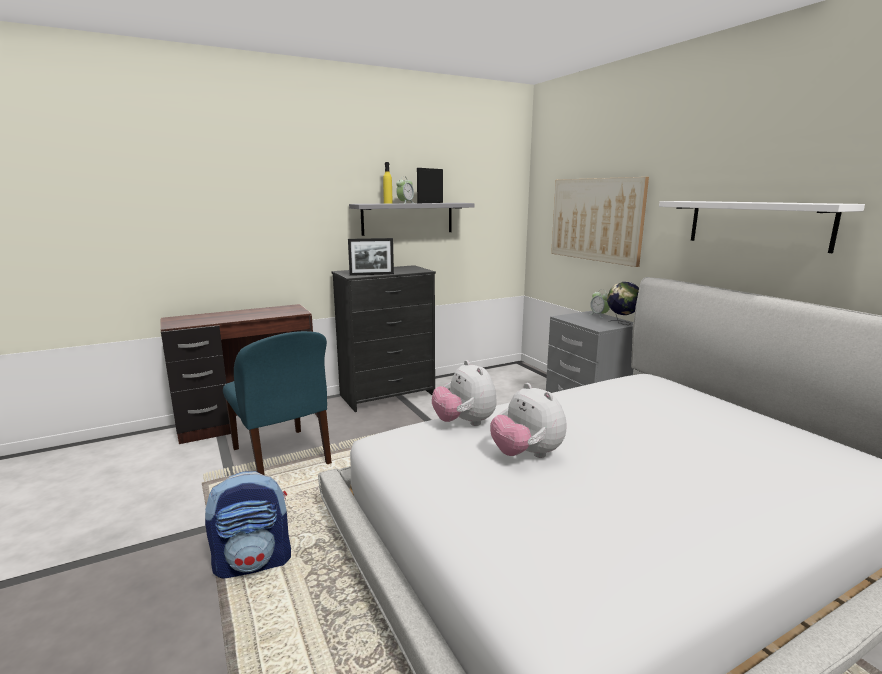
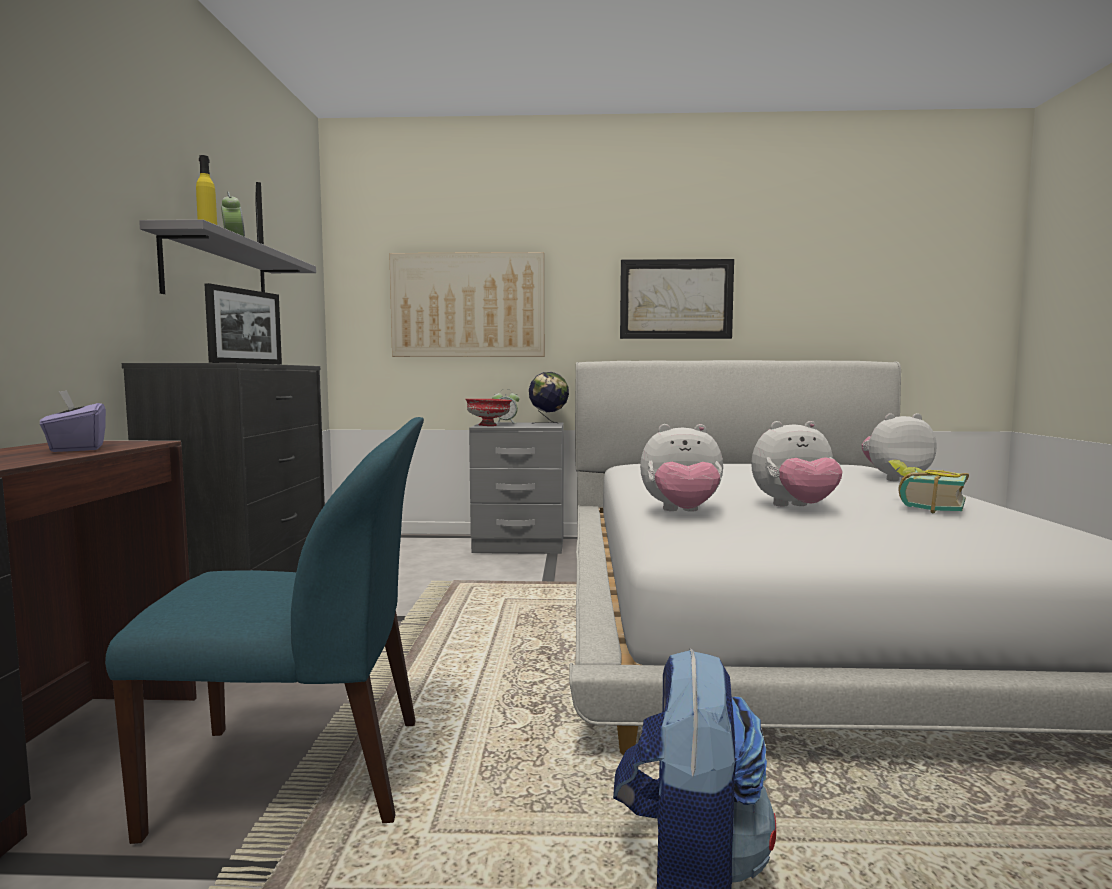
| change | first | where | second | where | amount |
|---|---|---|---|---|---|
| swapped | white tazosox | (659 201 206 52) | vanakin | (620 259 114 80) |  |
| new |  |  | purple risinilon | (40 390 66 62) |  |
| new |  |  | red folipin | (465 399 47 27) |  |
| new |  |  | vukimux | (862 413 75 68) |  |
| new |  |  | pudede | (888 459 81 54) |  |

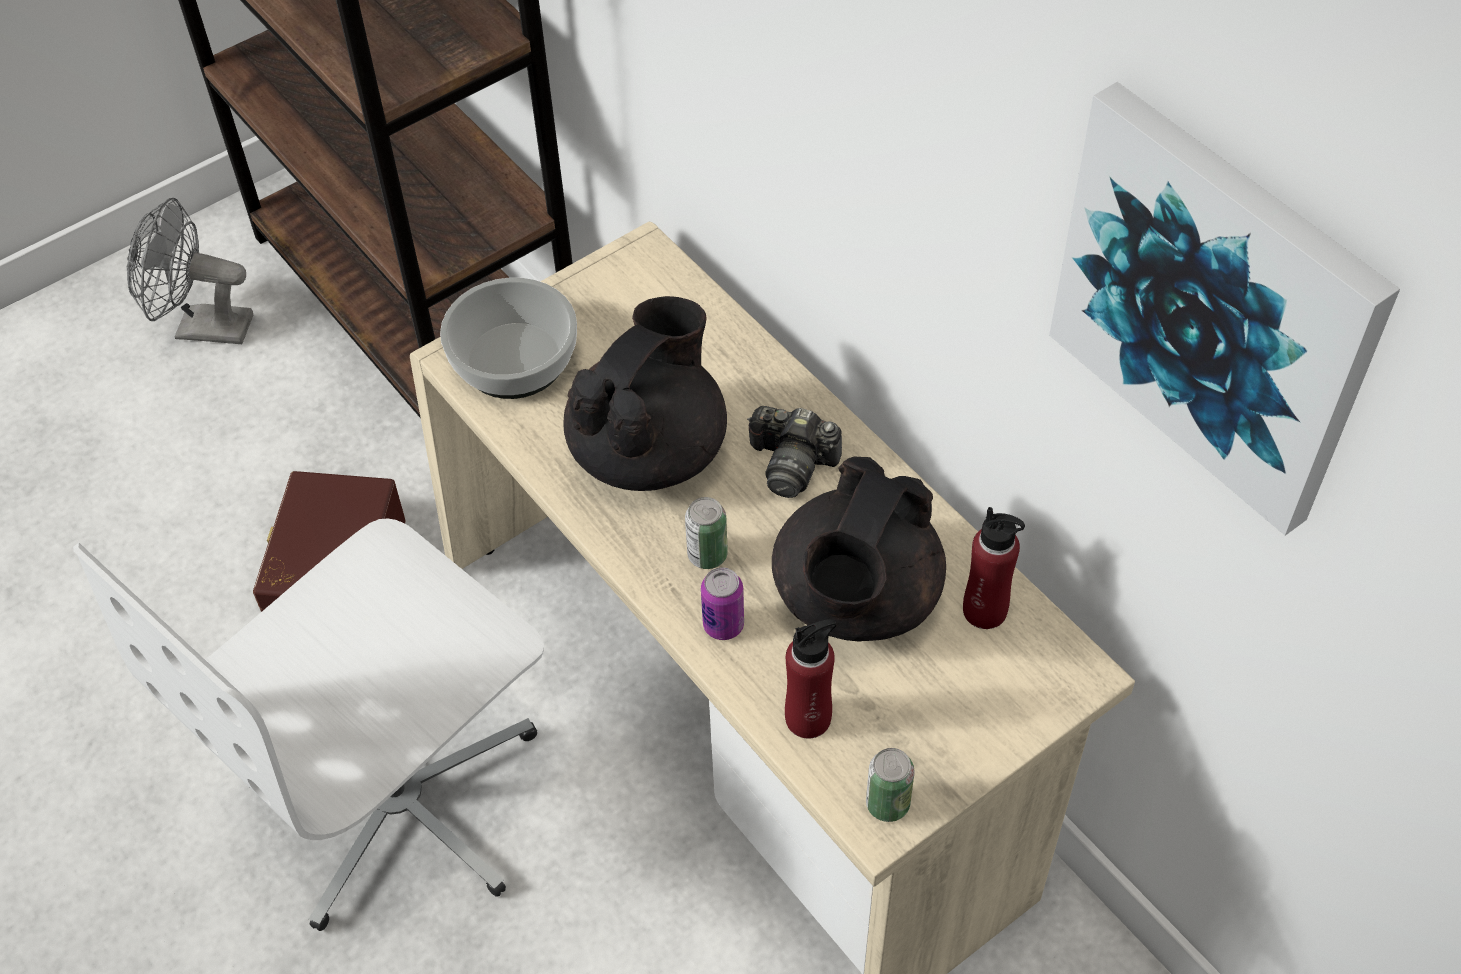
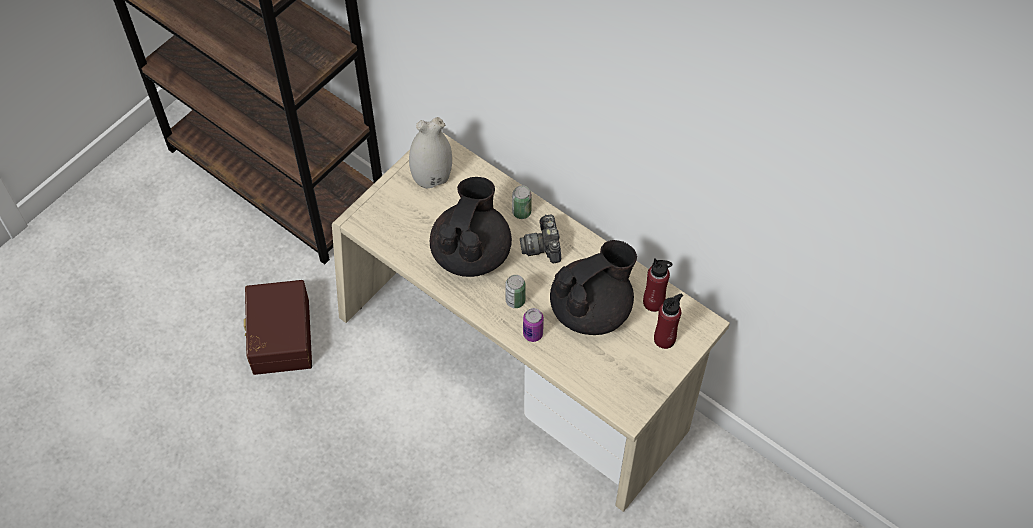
| change | first | where | second | where | amount |
|---|---|---|---|---|---|
| gone | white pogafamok | (73 518 471 413) |  |  |  |
| gone | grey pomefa | (127 198 126 146) |  |  |  |
| gone | folipin | (440 278 137 121) |  |  |  |
| rotated | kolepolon | (747 406 95 92) |  | (520 214 41 49) | 75 degrees clockwise |
| rotated | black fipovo | (772 457 174 184) |  | (550 240 87 95) | 135 degrees counterclockwise |
| shifted | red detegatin | (785 619 52 119) |  | (654 294 29 55) |  |
| shifted | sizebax | (866 748 49 74) |  | (512 185 20 34) |  |
| gone | vanakin | (1049 82 351 454) |  |  |  |
| new |  |  | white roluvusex | (409 117 43 72) |  |

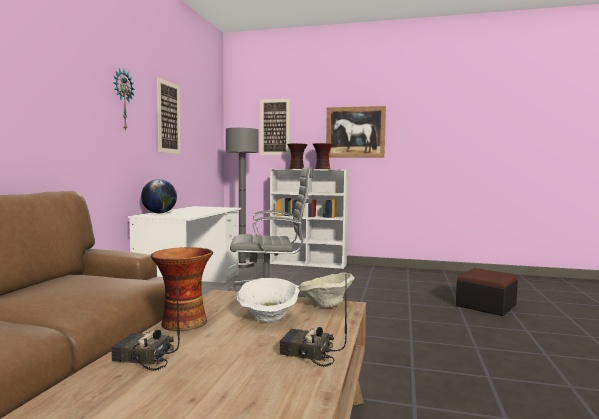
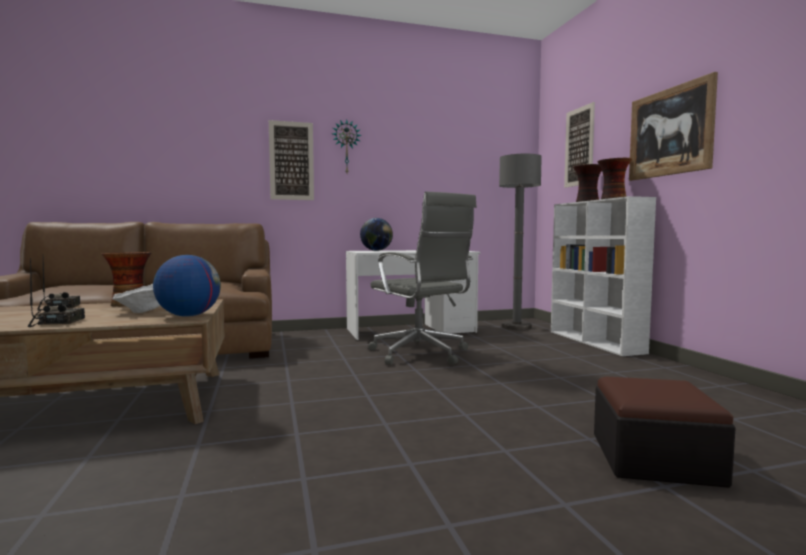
| change | first | where | second | where | amount |
|---|---|---|---|---|---|
| shifted | vanakin | (157 78 24 76) |  | (269 120 45 80) |  |
| swapped | beige folipin | (299 272 56 36) | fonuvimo | (153 255 68 62) |  |

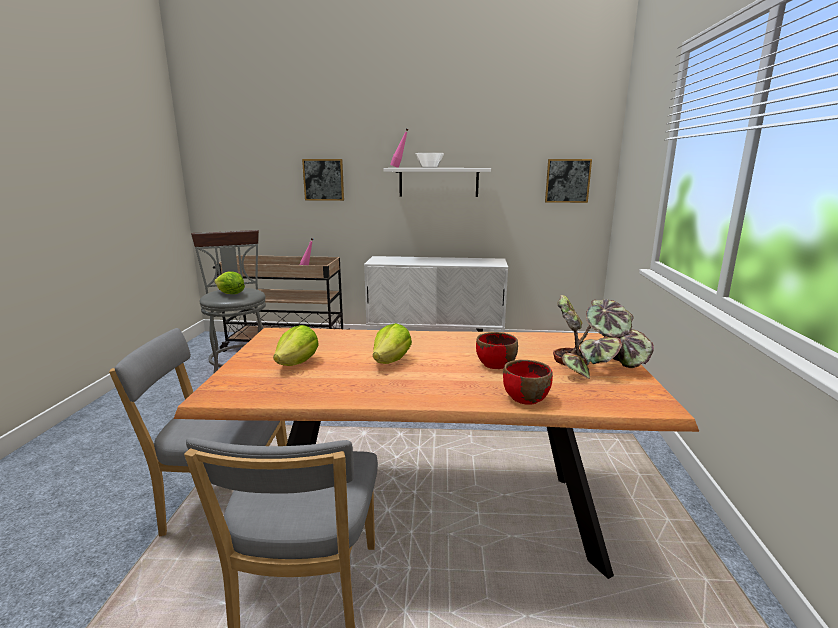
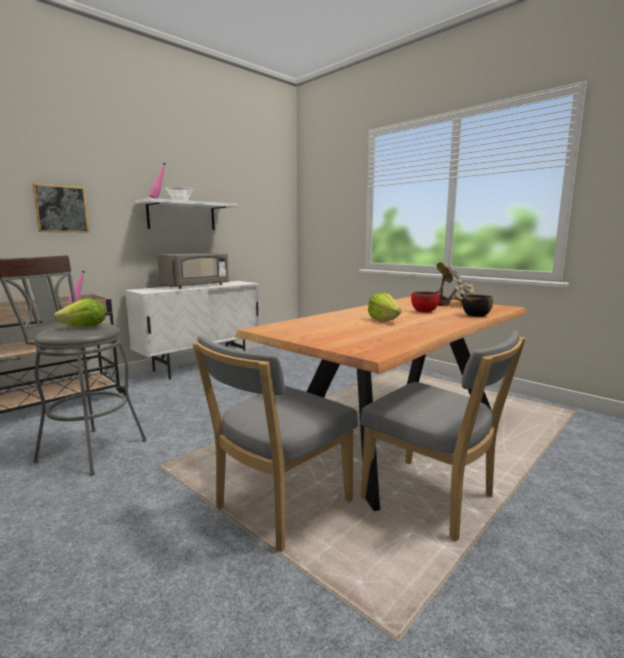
| change | first | where | second | where | amount |
|---|---|---|---|---|---|
| gone | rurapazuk | (273 325 46 41) |  |  |  |
| repainted | red folipin | (503 360 50 45) | black folipin | (462 294 31 23) |  |
| gone | vanakin | (545 159 47 44) |  |  |  |
| new |  |  | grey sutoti | (157 253 72 36) |  |

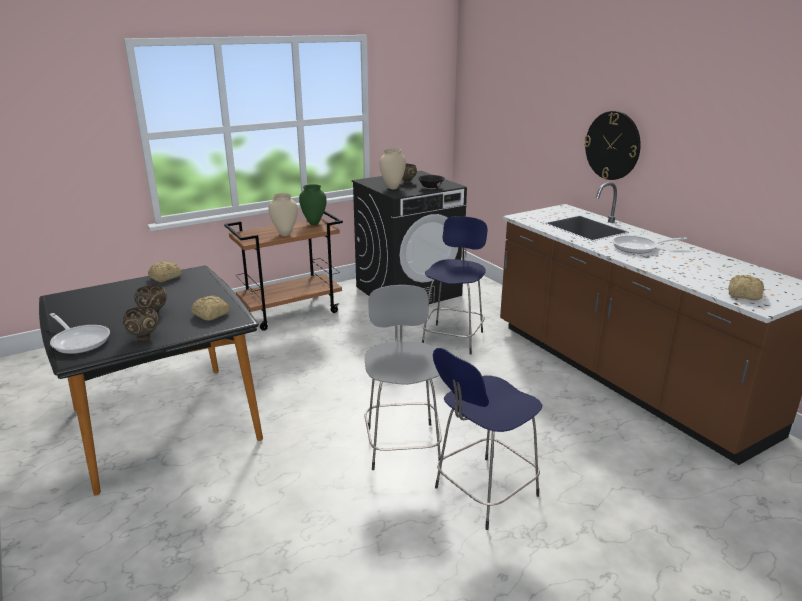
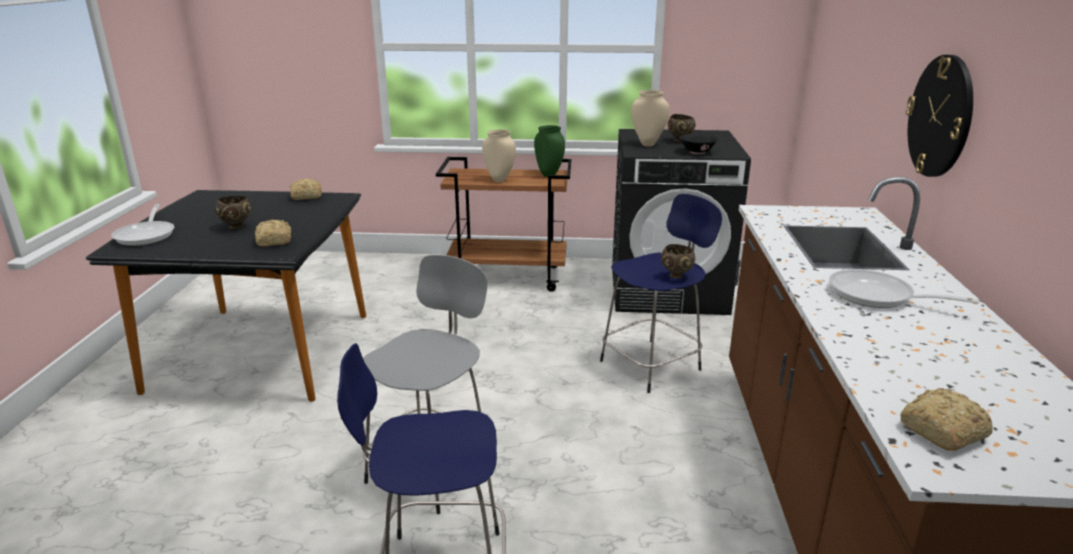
| change | first | where | second | where | amount |
|---|---|---|---|---|---|
| shifted | brown folipin | (123 307 36 34) |  | (661 244 34 35) |  |

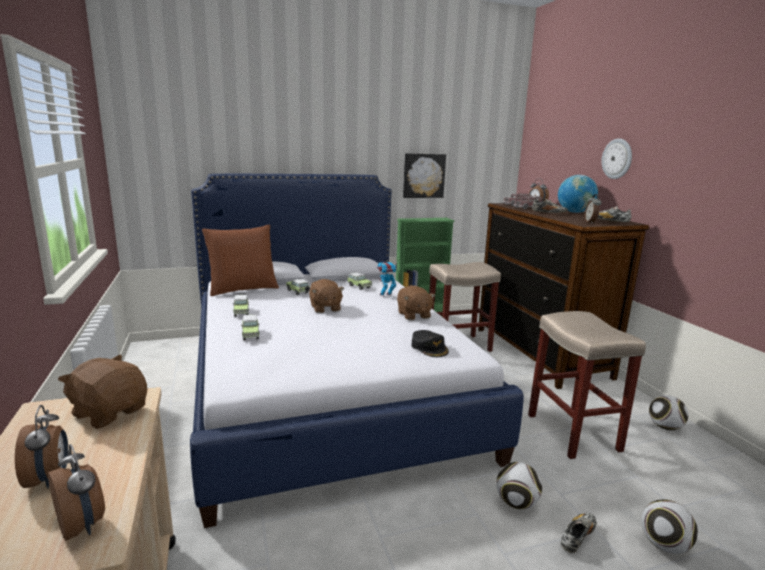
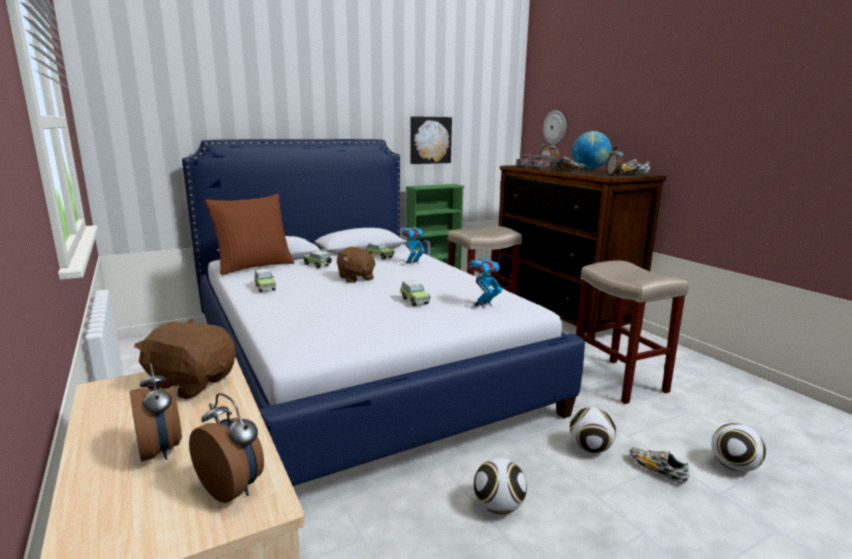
| change | first | where | second | where | amount |
|---|---|---|---|---|---|
| shifted | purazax | (241 315 19 25) |  | (400 280 30 26) |  |
| gone | brown vukimux | (397 285 38 35) |  |  |  |
| swapped | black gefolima | (412 330 37 27) | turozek | (469 255 33 53) |  |
| rotated | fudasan | (560 513 36 40) |  | (630 448 59 35) | 75 degrees counterclockwise |
| shifted | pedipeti | (601 138 31 41) |  | (543 110 23 35) |  |
| shifted | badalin | (649 395 39 35) |  | (474 458 53 56) |  |

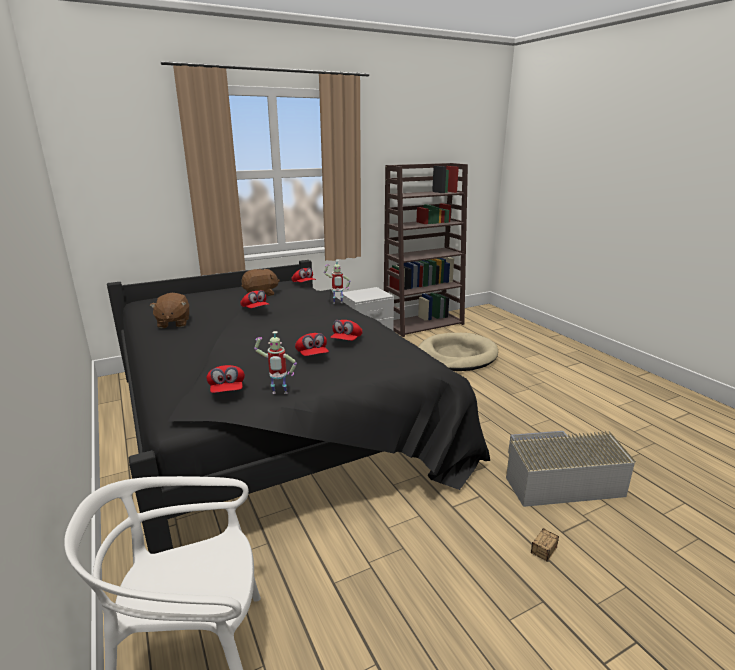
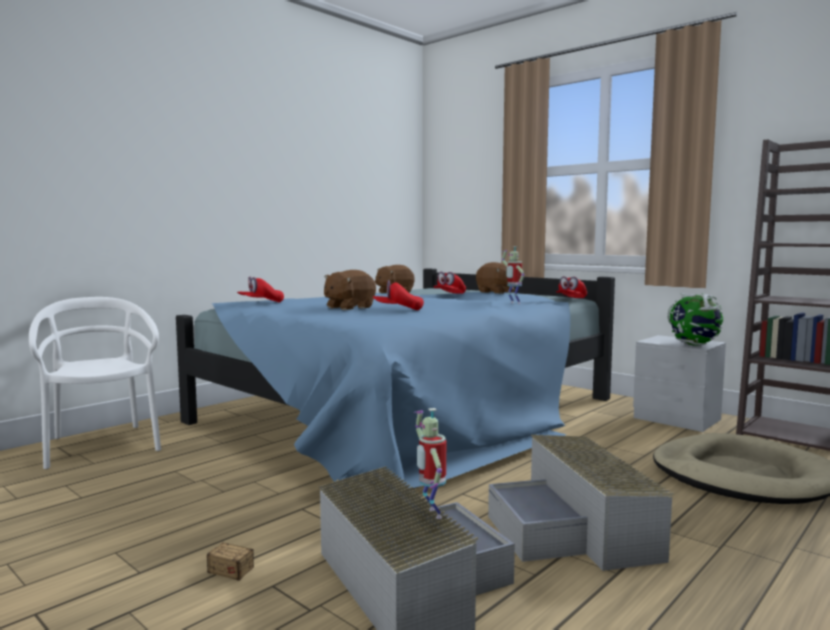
| change | first | where | second | where | amount |
|---|---|---|---|---|---|
| repainted | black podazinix | (107 260 383 294) | blue podazinix | (176 268 439 220) |  |
| shifted | turozek | (254 331 43 63) |  | (413 408 33 111) |  |
| swapped | red gefolima | (295 333 34 23) | brown vukimux | (324 270 52 40) |  |
| new |  |  | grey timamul | (488 435 186 136) |  |
| new |  |  | fonuvimo | (668 293 55 53) |  |

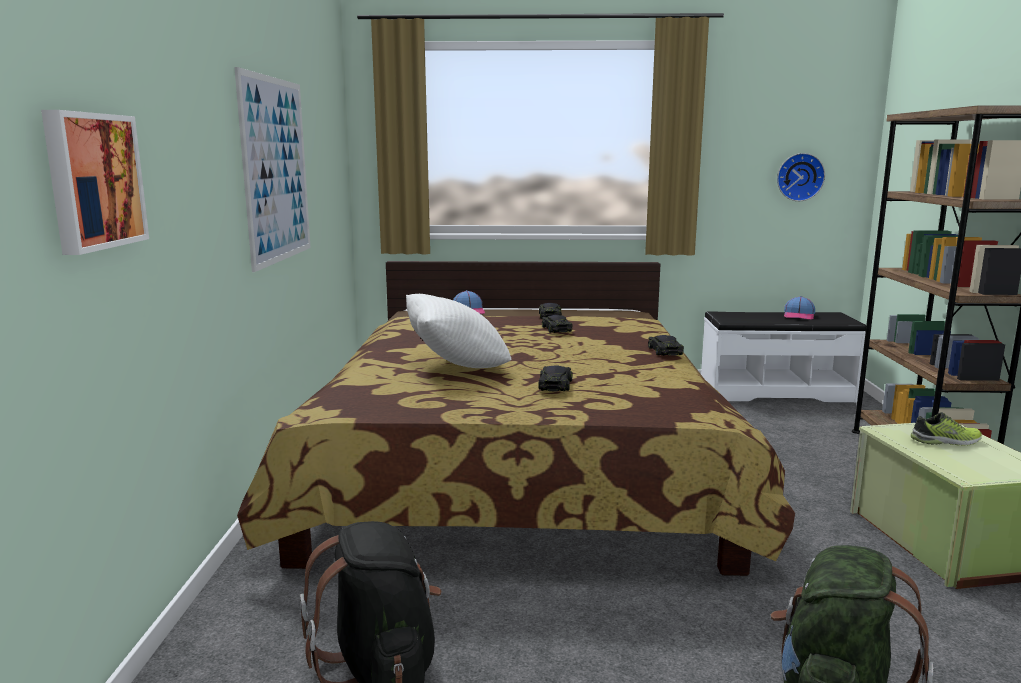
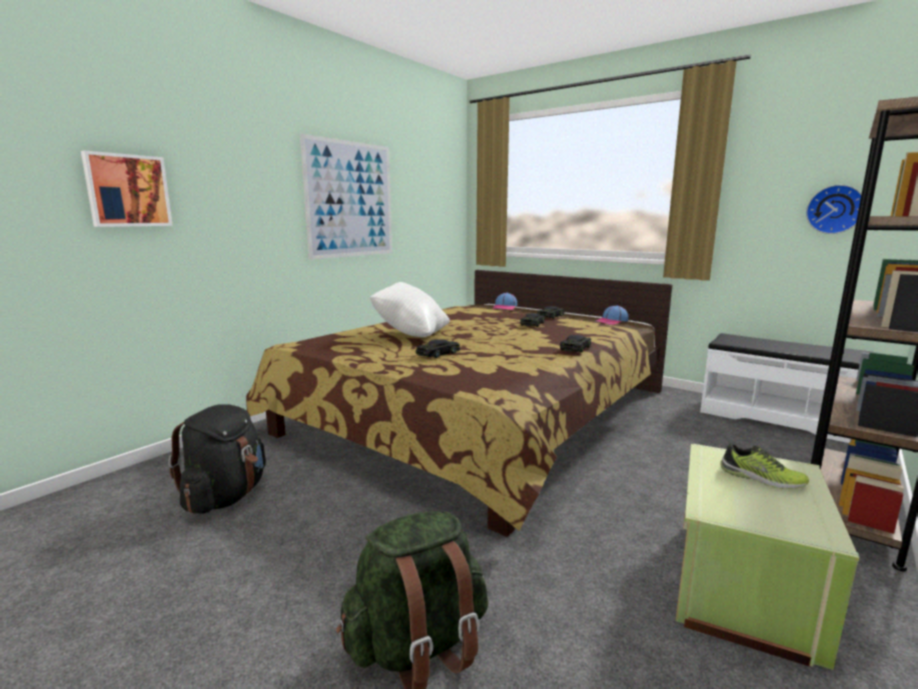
| change | first | where | second | where | amount |
|---|---|---|---|---|---|
| shifted | gefolima | (784 296 31 24) |  | (596 305 33 20) |  |

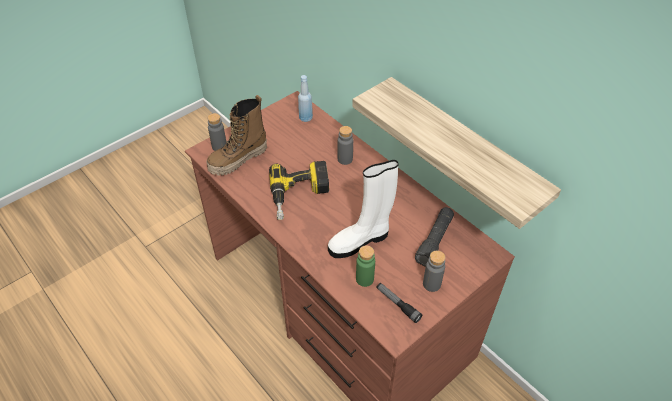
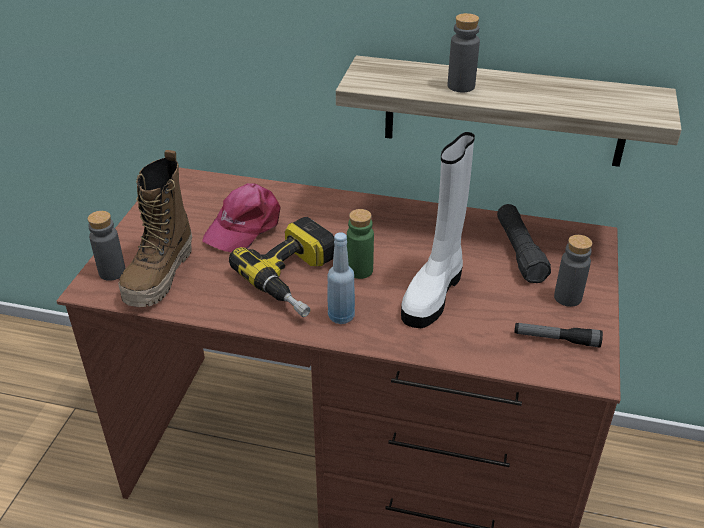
| change | first | where | second | where | amount |
|---|---|---|---|---|---|
| shifted | blue detegatin | (298 75 15 47) |  | (327 233 28 91) |  |
| shifted | grey detegatin | (338 126 15 39) |  | (448 13 32 79) |  |
| shifted | green detegatin | (356 245 19 42) |  | (347 209 27 70) |  |
| new |  |  | pink gefolima | (202 183 79 69) |  |

